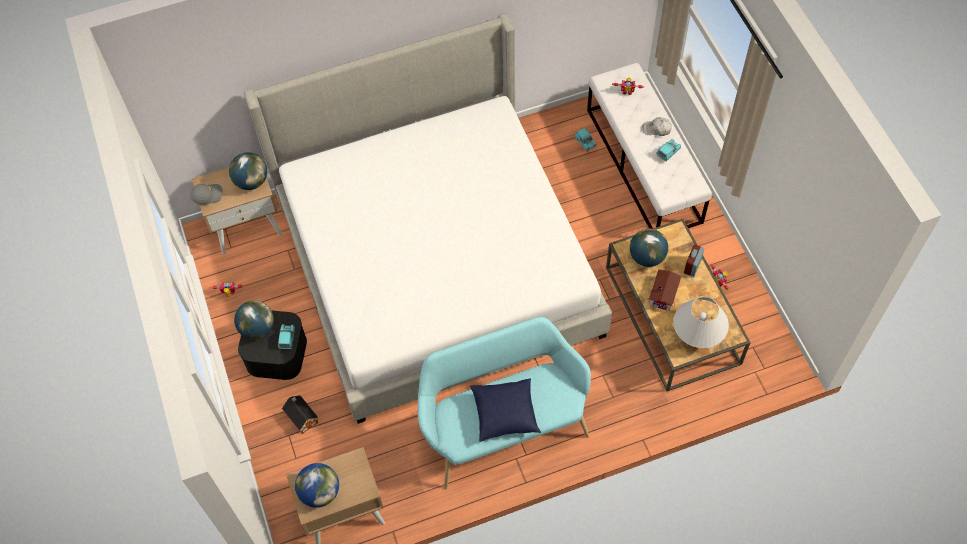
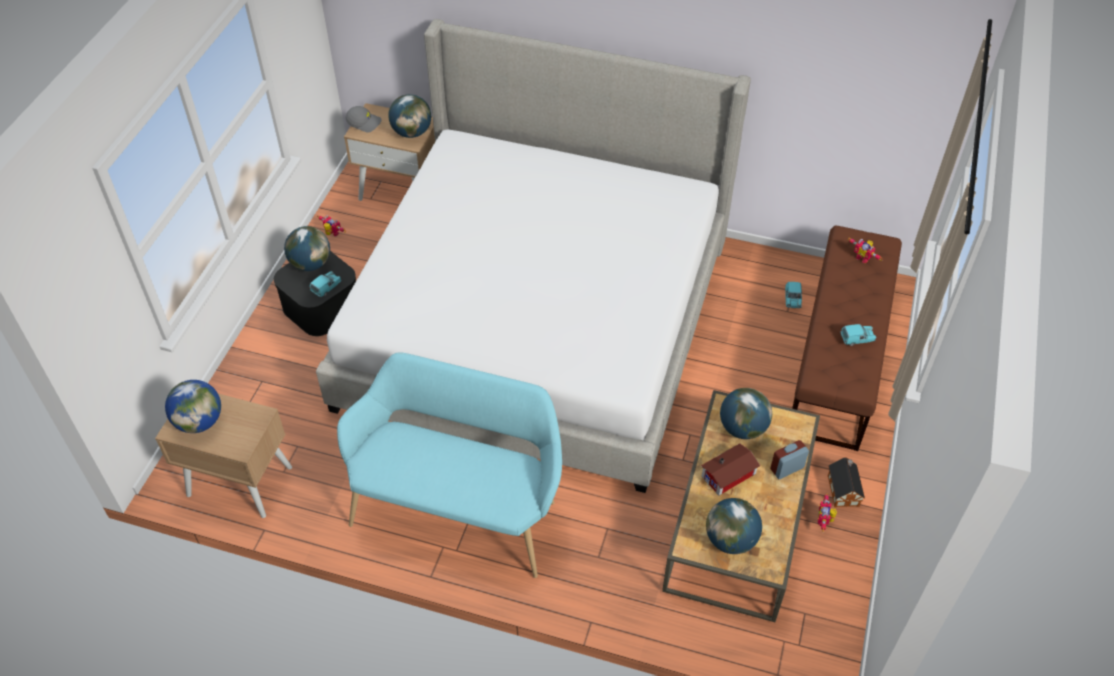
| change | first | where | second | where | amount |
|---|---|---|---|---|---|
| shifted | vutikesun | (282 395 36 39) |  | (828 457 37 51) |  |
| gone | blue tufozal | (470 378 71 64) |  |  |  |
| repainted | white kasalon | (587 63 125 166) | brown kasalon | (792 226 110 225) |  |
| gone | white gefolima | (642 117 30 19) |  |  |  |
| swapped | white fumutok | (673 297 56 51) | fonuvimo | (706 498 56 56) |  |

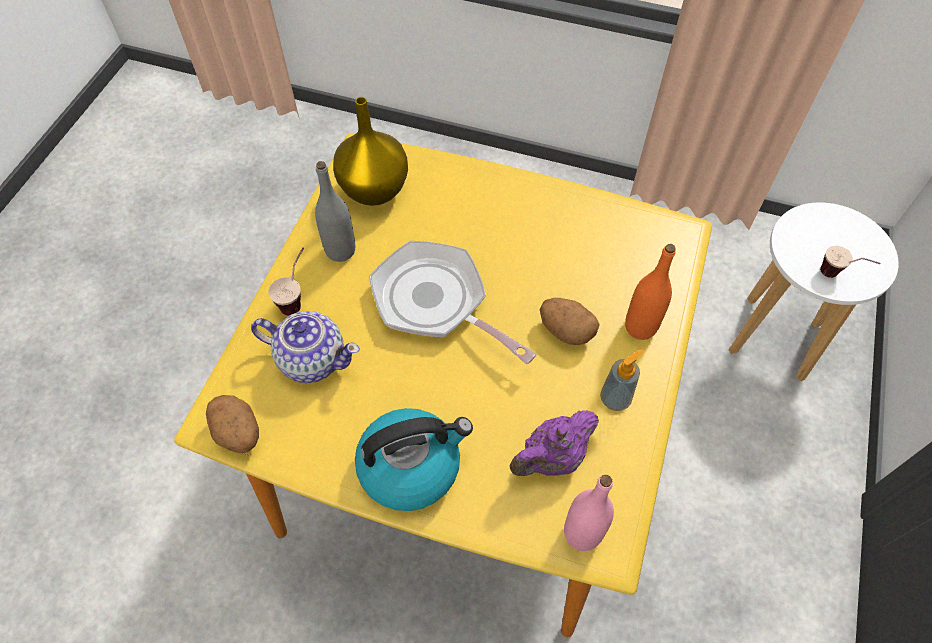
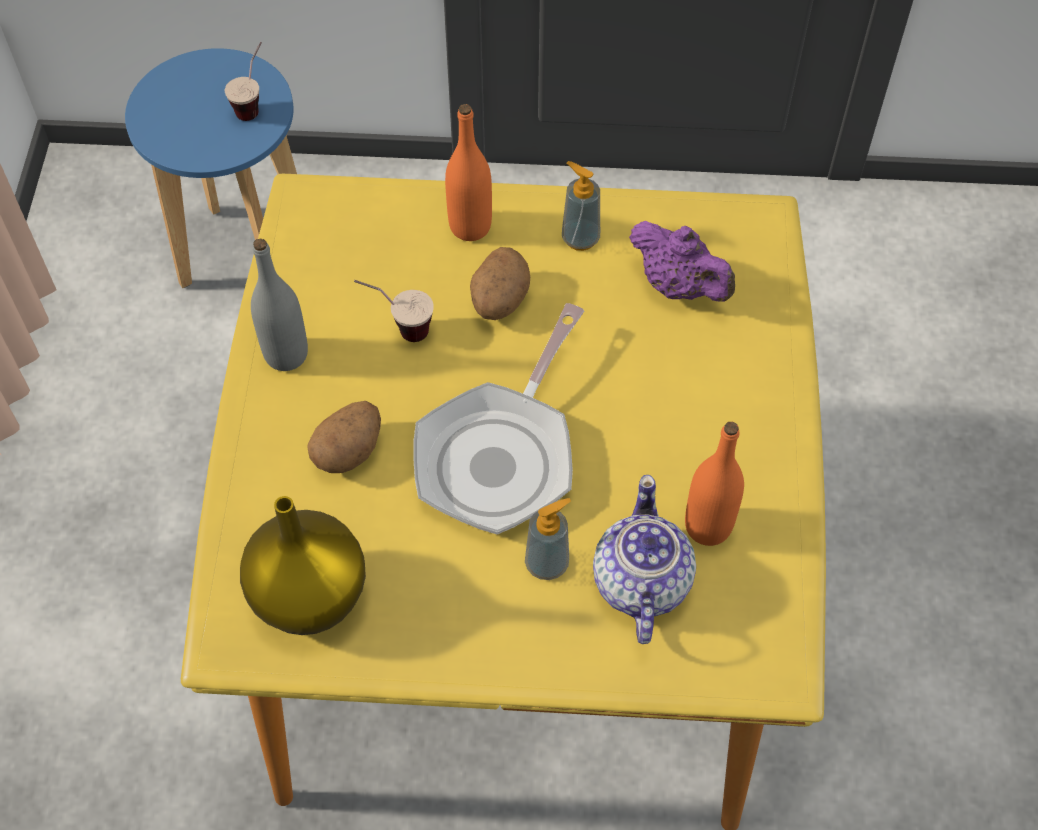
| change | first | where | second | where | amount |
|---|---|---|---|---|---|
| shifted | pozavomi | (206 395 53 58) |  | (307 401 74 72) |  |
| shifted | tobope | (269 247 35 69) |  | (354 280 80 62) |  |
| shifted | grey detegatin | (315 161 40 101) |  | (251 238 57 133) |  |
| gone | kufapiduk | (355 408 118 103) |  |  |  |
| gone | pink detegatin | (564 475 50 76) |  |  |  |
| repainted | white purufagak | (729 202 170 179) | blue purufagak | (125 48 172 240) |  |
| new |  |  | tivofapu | (525 498 46 82) |  |
| new |  |  | orange detegatin | (685 422 59 124) |  |

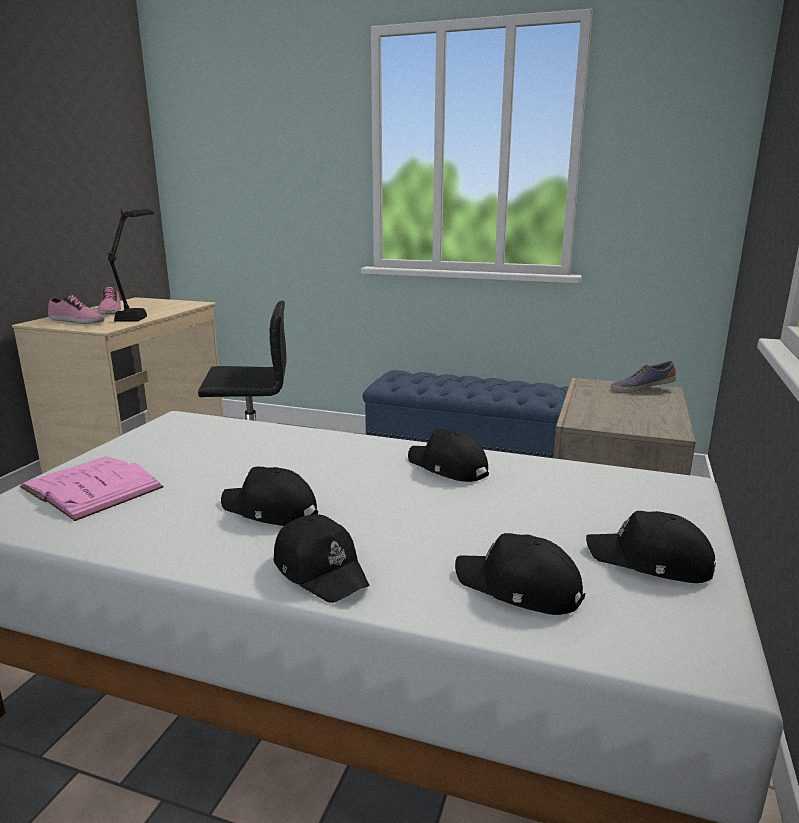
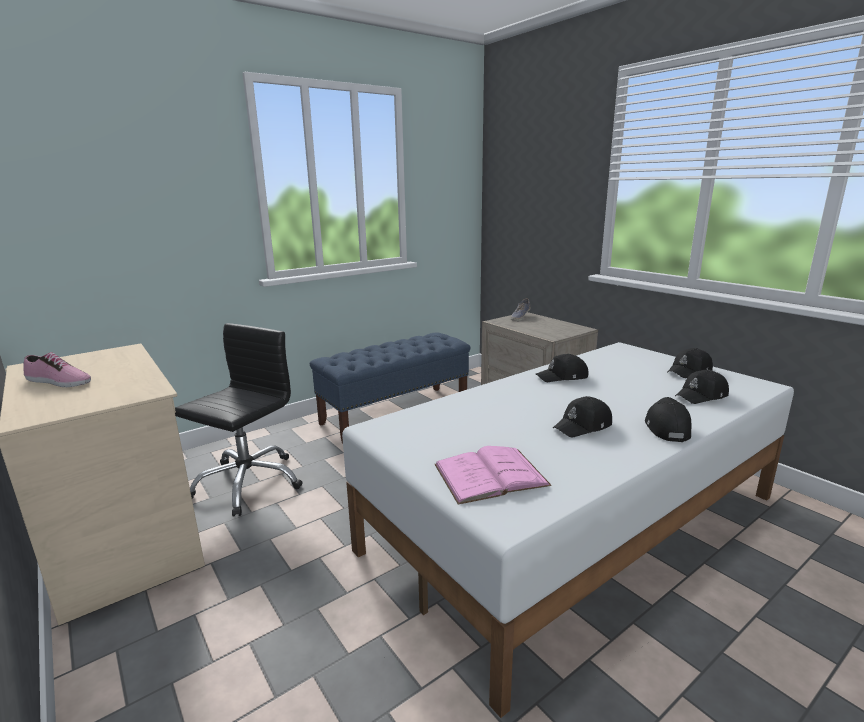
| change | first | where | second | where | amount |
|---|---|---|---|---|---|
| gone | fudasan | (48 295 57 29) |  |  |  |
| gone | black fumutok | (108 209 46 113) |  |  |  |
| rotated | black gefolima | (274 514 96 89) |  | (645 397 46 45) | 75 degrees counterclockwise |

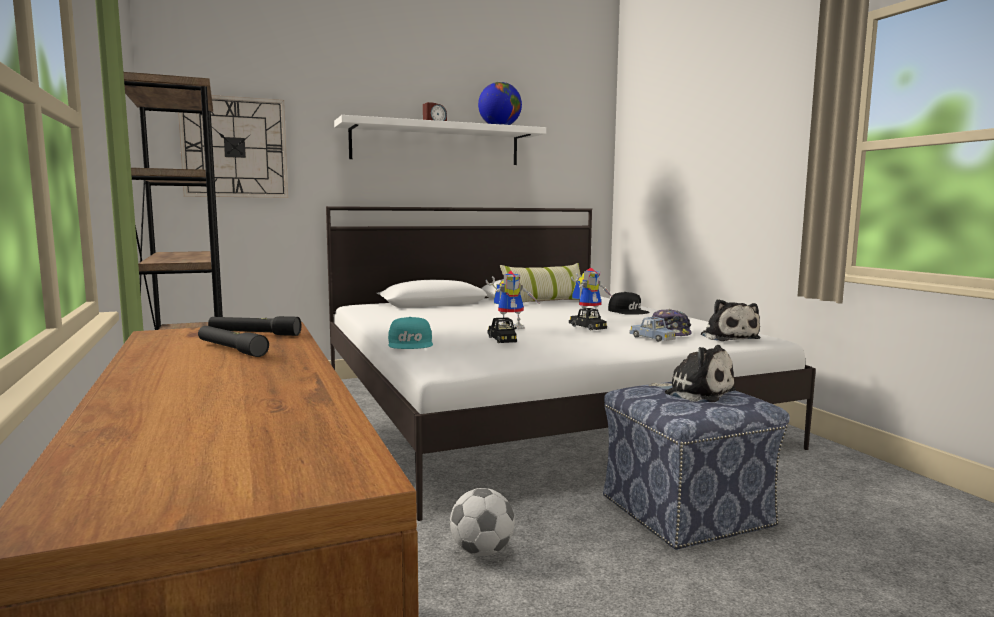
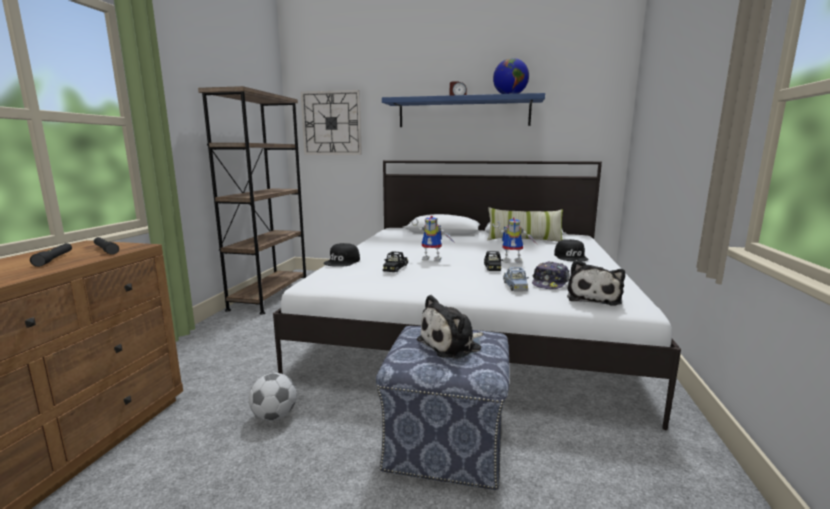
| change | first | where | second | where | amount |
|---|---|---|---|---|---|
| repainted | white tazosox | (334 115 212 50) | blue tazosox | (382 93 163 34) |  |
| repainted | turquoise gefolima | (388 317 45 32) | black gefolima | (323 243 37 24) |  |
| rotated | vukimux | (649 345 87 57) |  | (417 295 67 64) | 75 degrees clockwise |

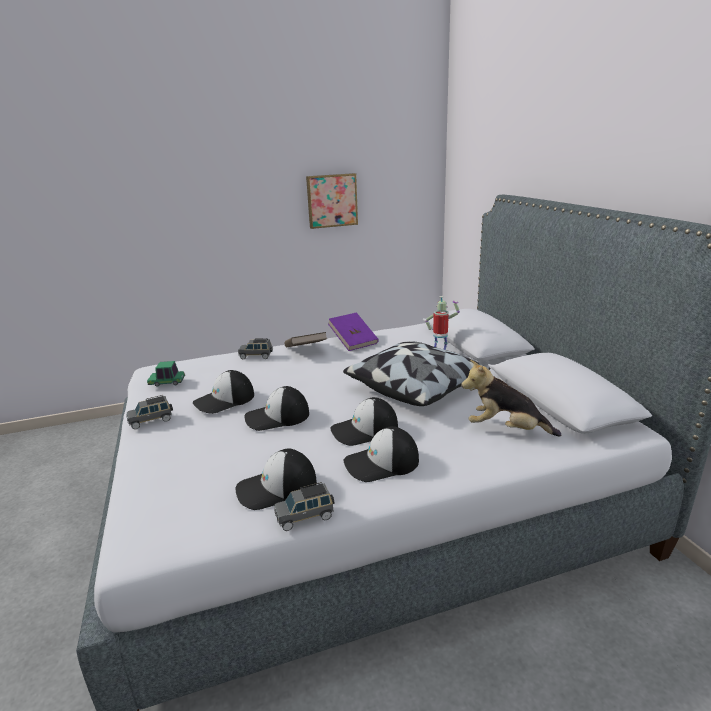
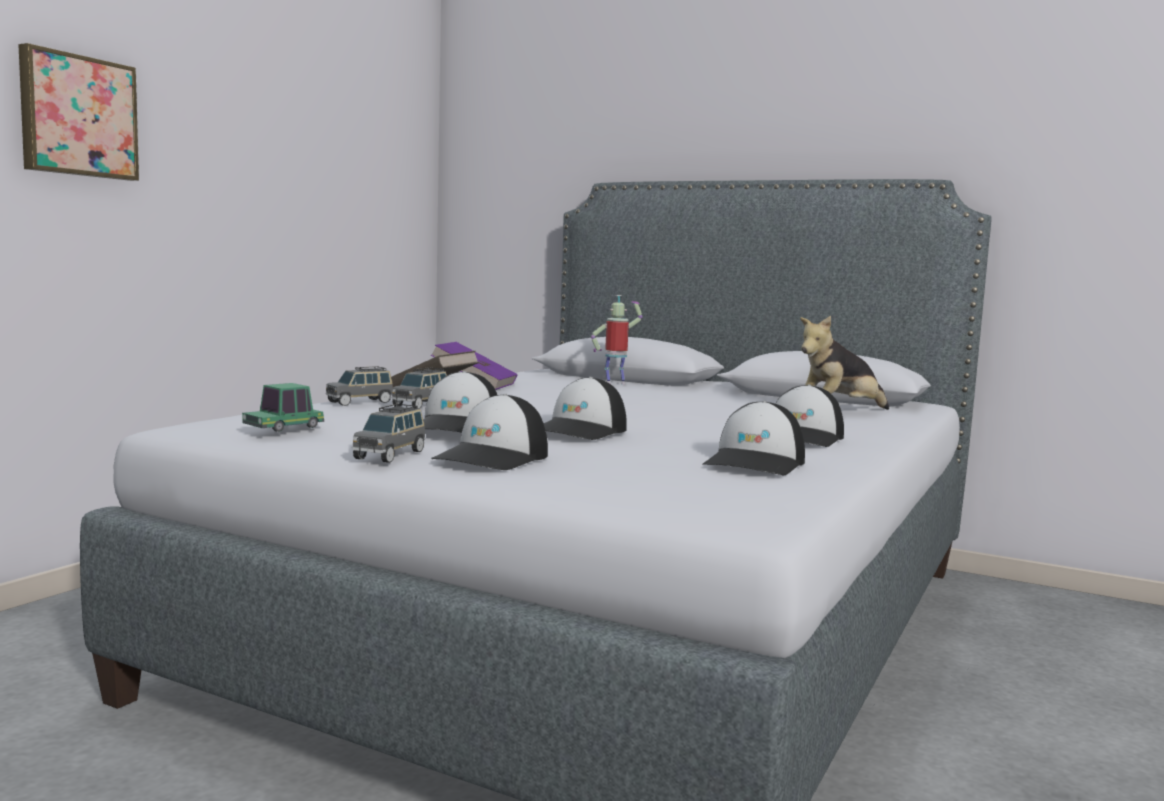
| change | first | where | second | where | amount |
|---|---|---|---|---|---|
| shifted | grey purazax | (274 482 60 49) |  | (391 367 56 42) |  |
| shifted | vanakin | (306 173 52 56) |  | (18 43 121 138) |  |
| shifted | gefolima | (330 397 68 49) |  | (431 394 117 76) |  |
| gone | tufozal | (343 341 147 65) |  |  |  |

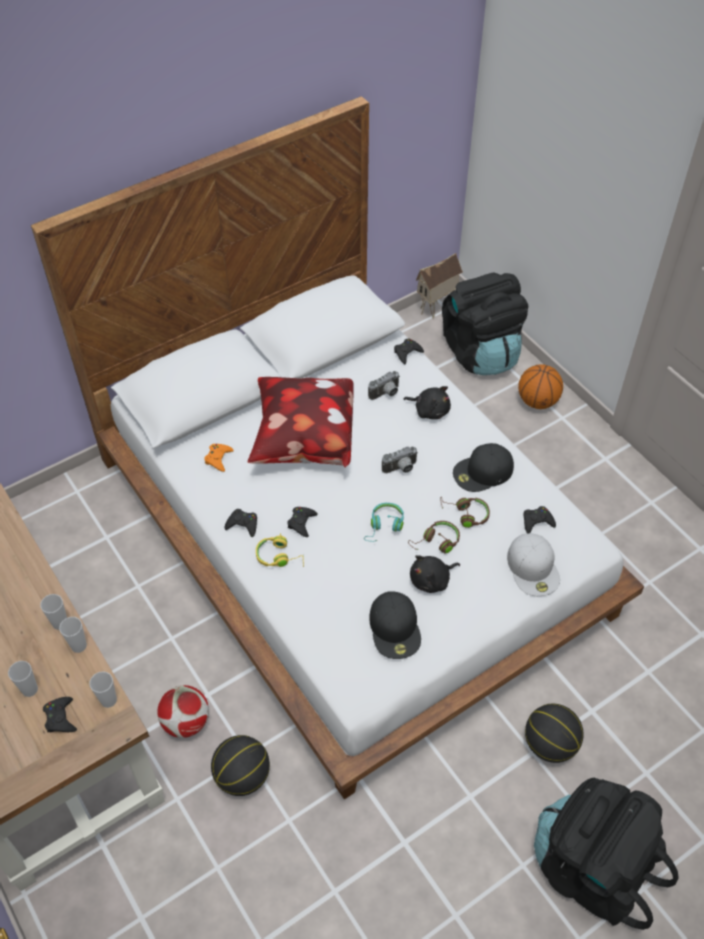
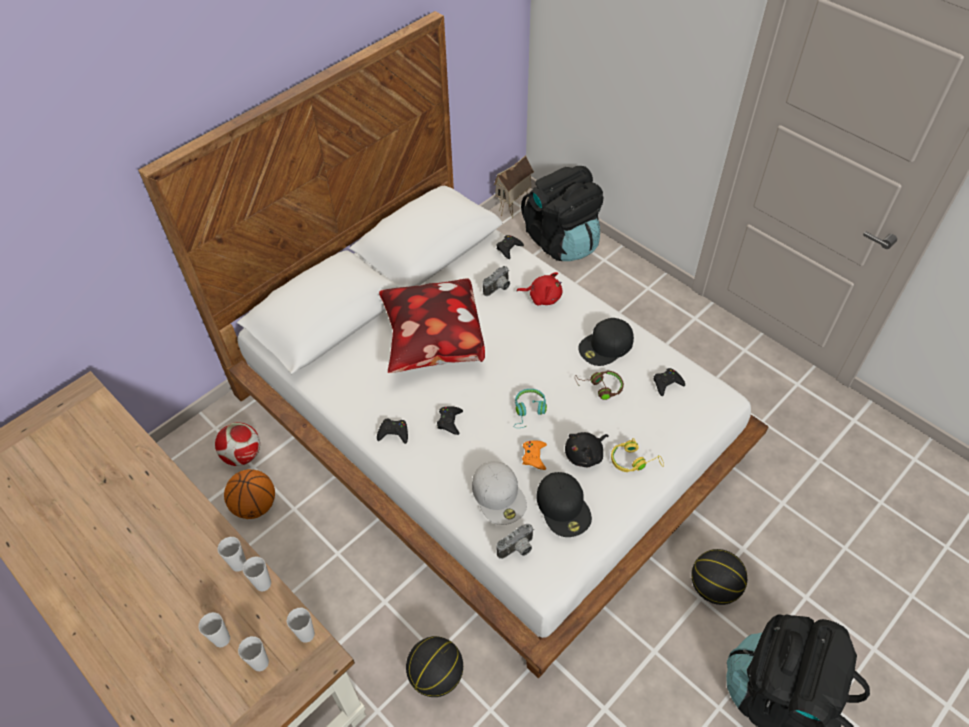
| change | first | where | second | where | amount |
|---|---|---|---|---|---|
| swapped | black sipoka | (43 697 34 36) | tobope | (238 636 31 35) |  |
| shifted | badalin | (157 685 52 53) |  | (215 422 45 44) |  |
| shifted | orange sipoka | (204 444 30 28) |  | (522 441 25 29) |  |
| shifted | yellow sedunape | (256 533 48 34) |  | (611 438 53 34) |  |
| shifted | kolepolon | (382 446 36 27) |  | (497 524 37 35) |  |
| repainted | black vukimux | (404 386 47 33) | red vukimux | (517 272 46 34) |  |
| gone | brown sedunape | (408 521 52 33) |  |  |  |
| shifted | white gefolima | (507 533 53 63) |  | (472 461 55 64) |  |
| shifted | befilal | (518 364 45 45) |  | (224 469 51 50) |  |

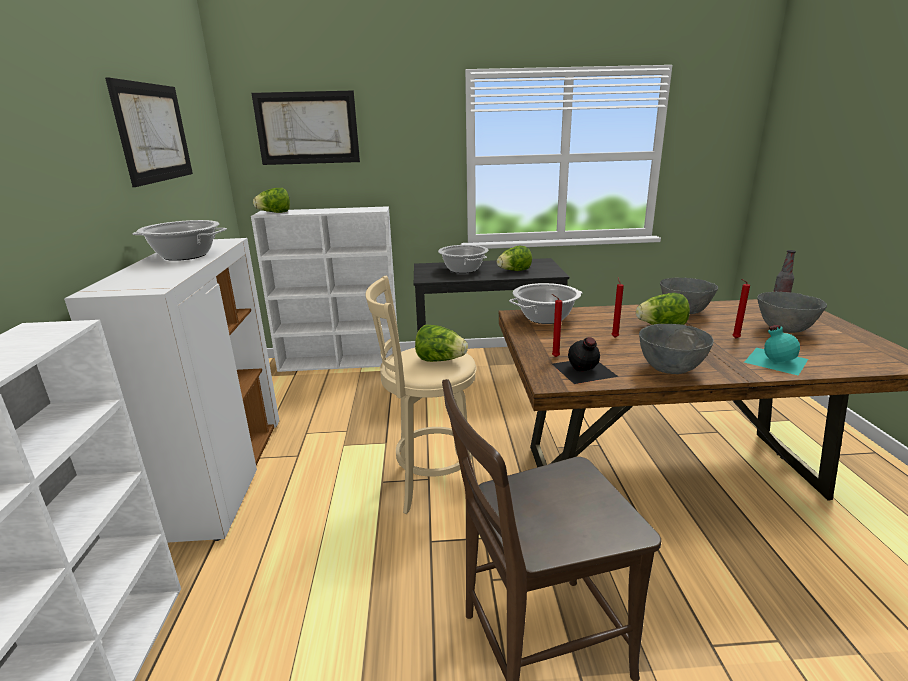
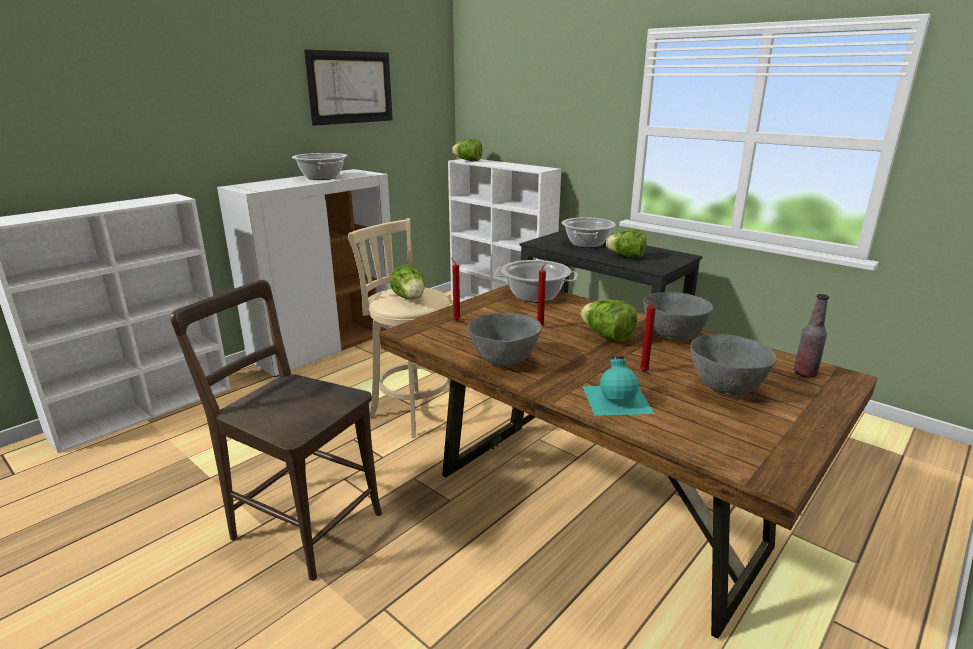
| change | first | where | second | where | amount |
|---|---|---|---|---|---|
| gone | vanakin | (251 91 109 74) |  |  |  |
| gone | black detegatin | (552 337 66 47) |  |  |  |

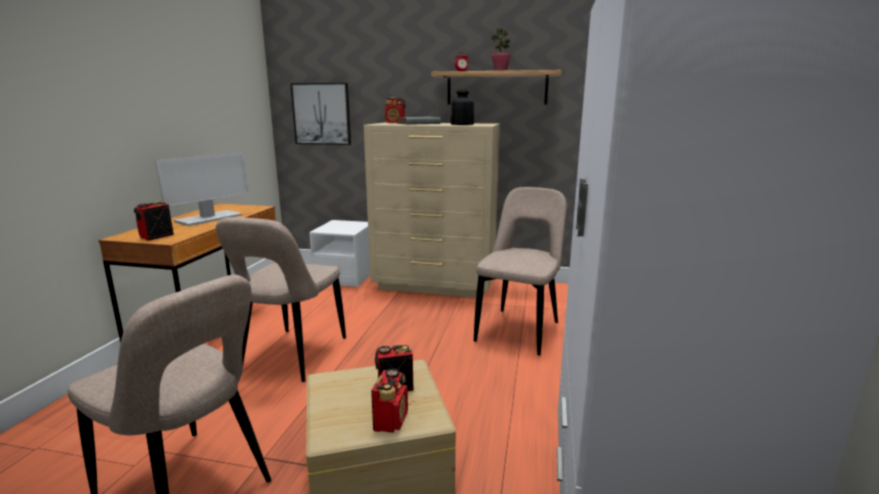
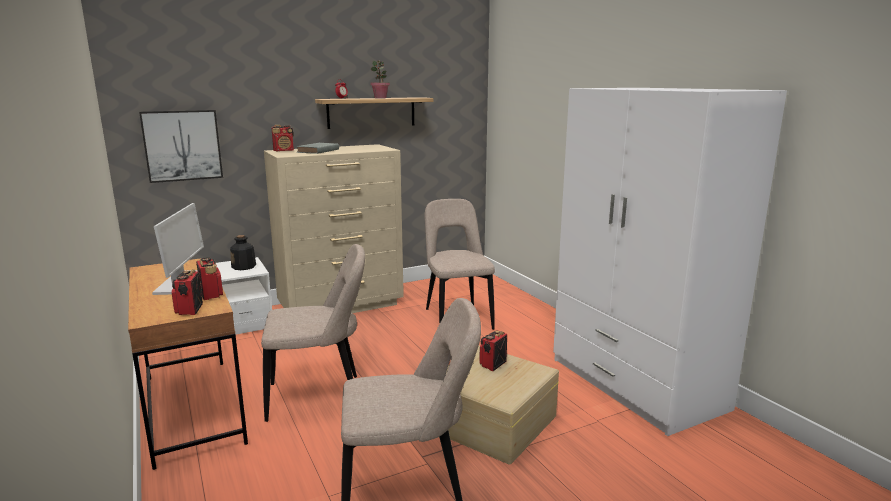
| change | first | where | second | where | amount |
|---|---|---|---|---|---|
| rotated | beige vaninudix | (216 217 130 165) |  | (261 244 104 178) | 75 degrees counterclockwise |
| shifted | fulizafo | (371 369 37 64) |  | (196 257 27 43) |  |
| shifted | detegatin | (451 89 23 36) |  | (230 235 26 35) |  |

